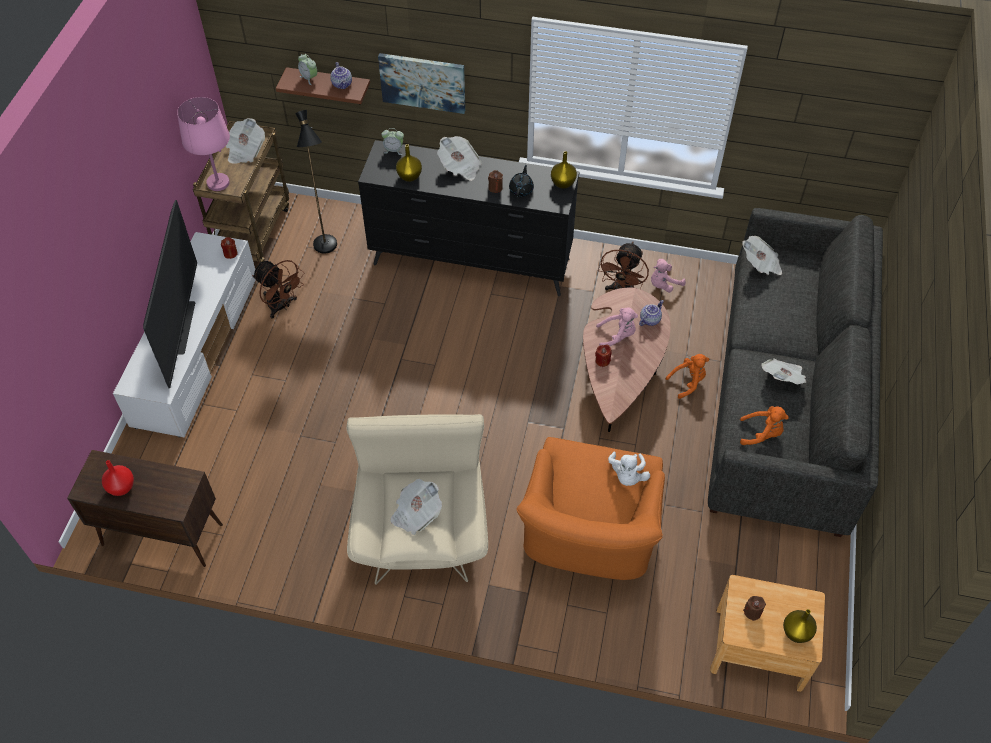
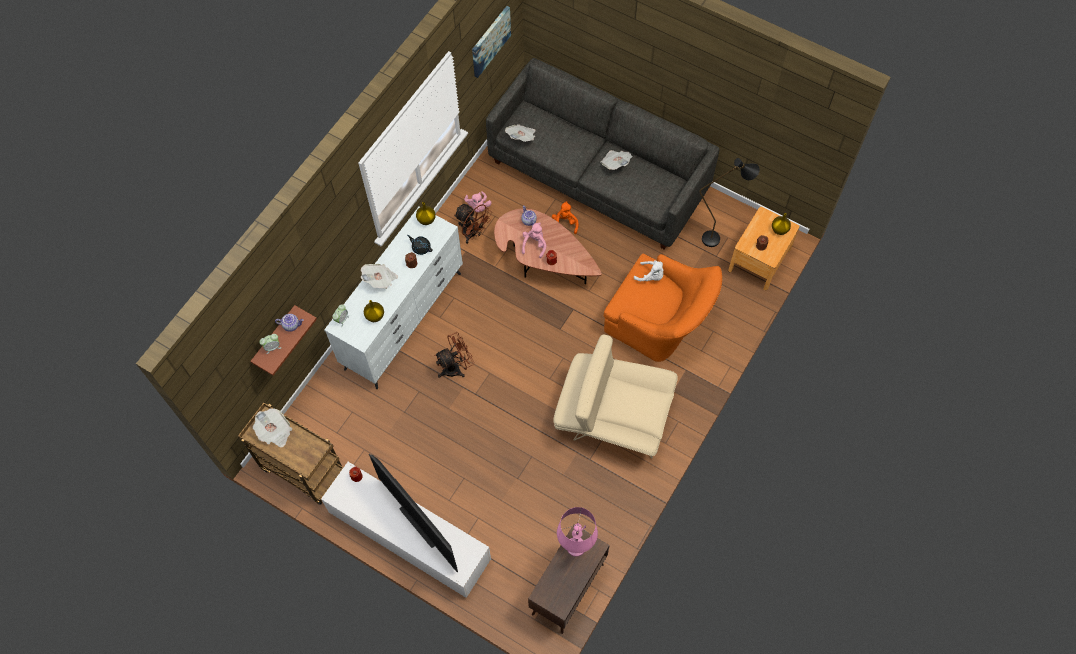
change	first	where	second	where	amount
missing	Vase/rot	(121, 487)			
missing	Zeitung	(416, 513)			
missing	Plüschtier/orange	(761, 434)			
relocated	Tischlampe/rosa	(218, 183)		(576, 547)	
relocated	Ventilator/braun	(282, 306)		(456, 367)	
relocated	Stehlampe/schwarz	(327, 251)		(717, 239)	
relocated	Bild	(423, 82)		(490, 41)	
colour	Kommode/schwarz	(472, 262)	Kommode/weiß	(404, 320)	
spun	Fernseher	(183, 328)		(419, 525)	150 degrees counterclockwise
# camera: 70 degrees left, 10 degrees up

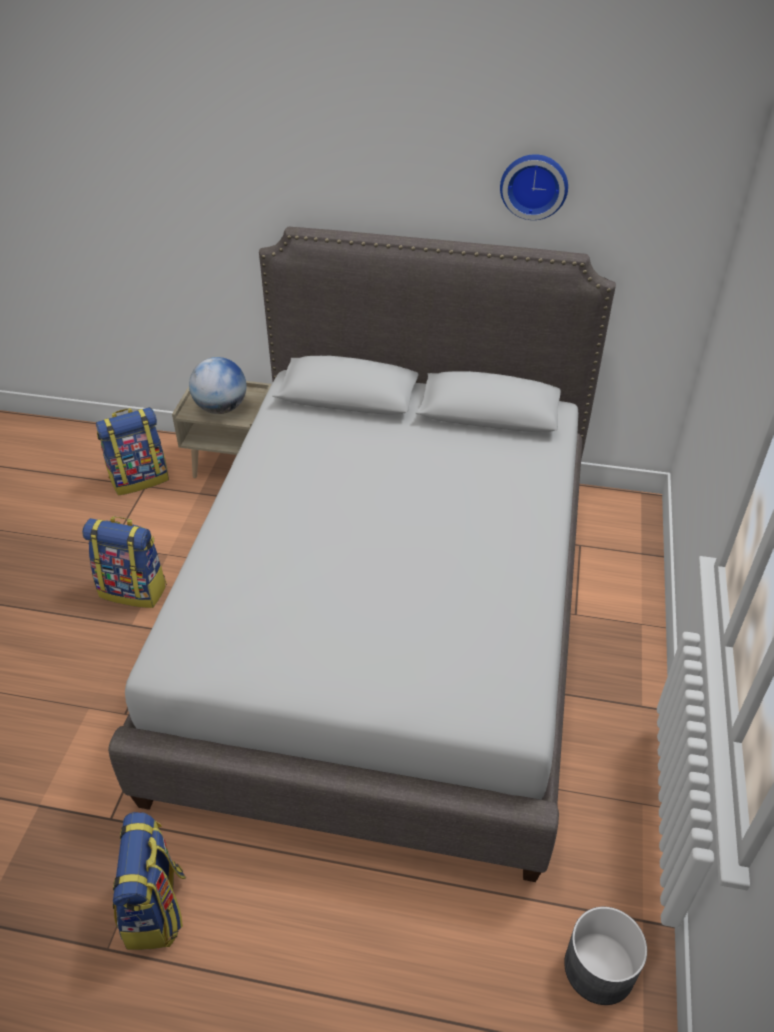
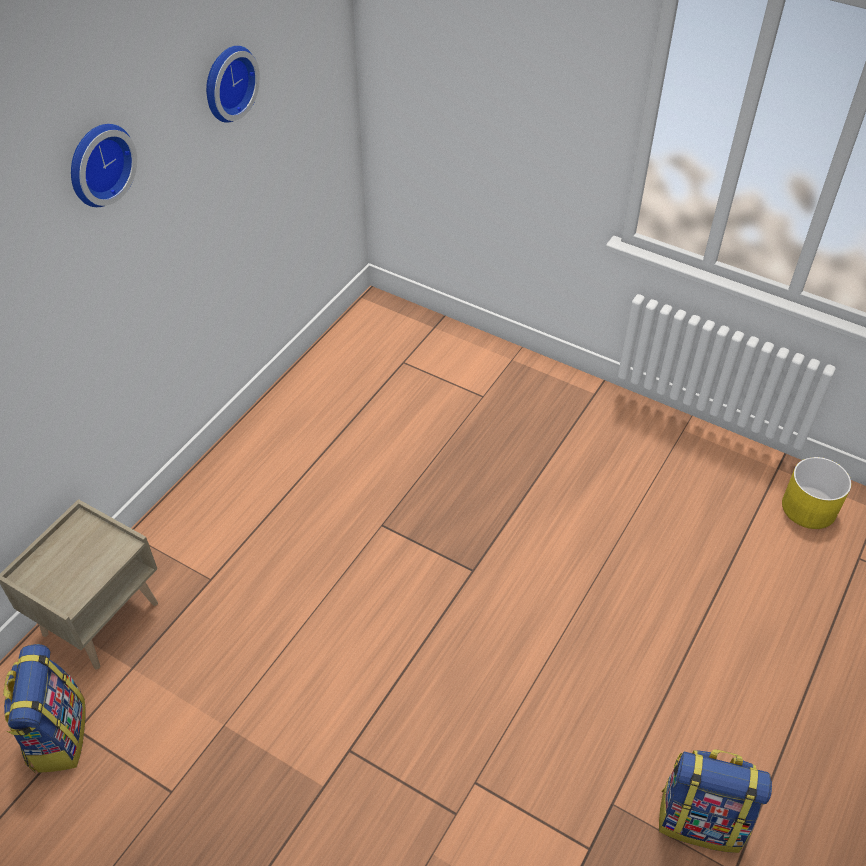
change	first	where	second	where	amount
missing	Rucksack	(134, 590)			
missing	Bett/grau	(387, 623)			
missing	Globus	(221, 408)			
appeared			Wanduhr	(97, 163)	
colour	Pflanzkübel/grau	(599, 967)	Pflanzkübel/gelb	(808, 507)	
# camera: 70 degrees left, 5 degrees up

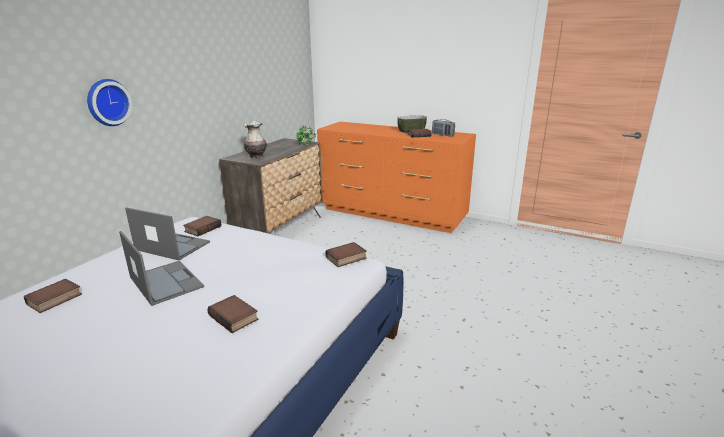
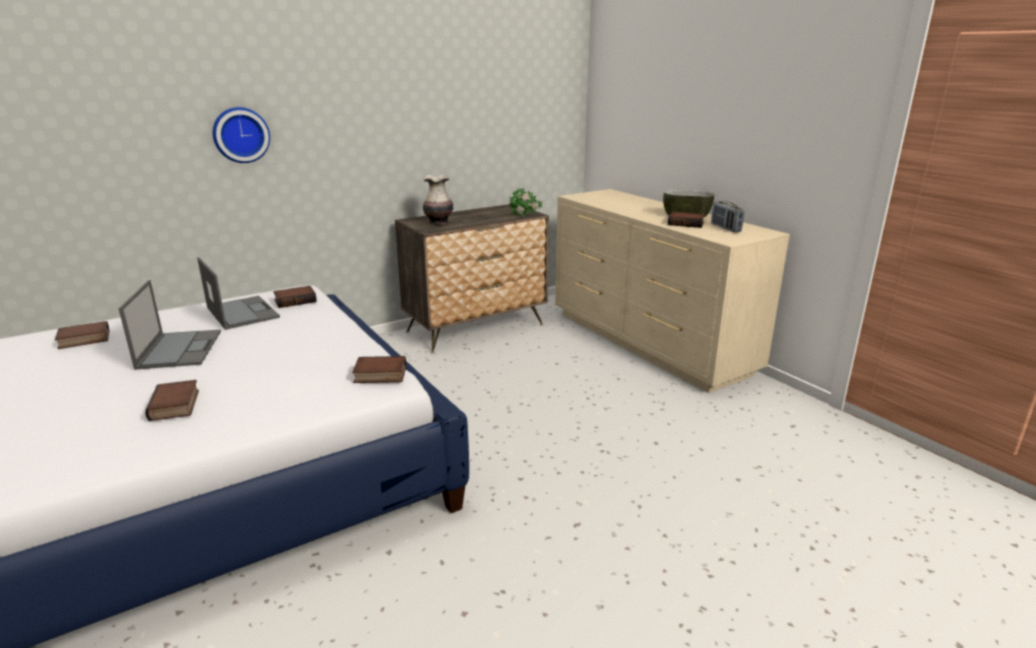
change	first	where	second	where	amount
colour	Kommode/orange	(392, 214)	Kommode/beige	(648, 343)	
# camera: 30 degrees right, 0 degrees up

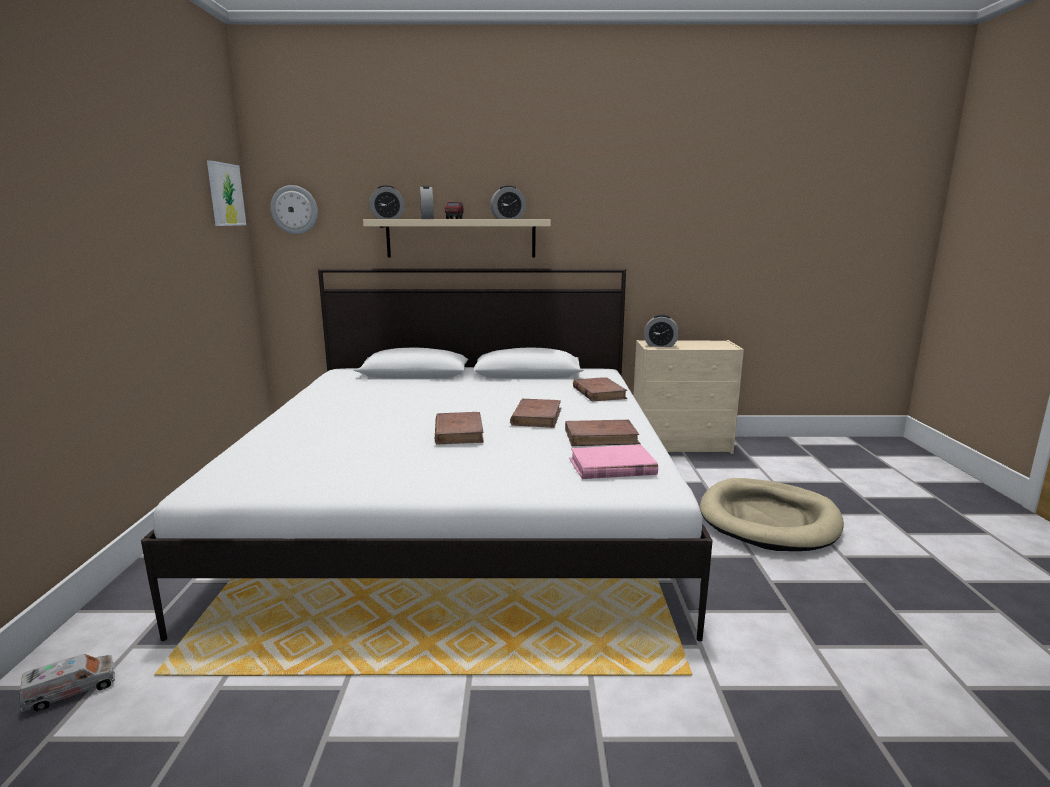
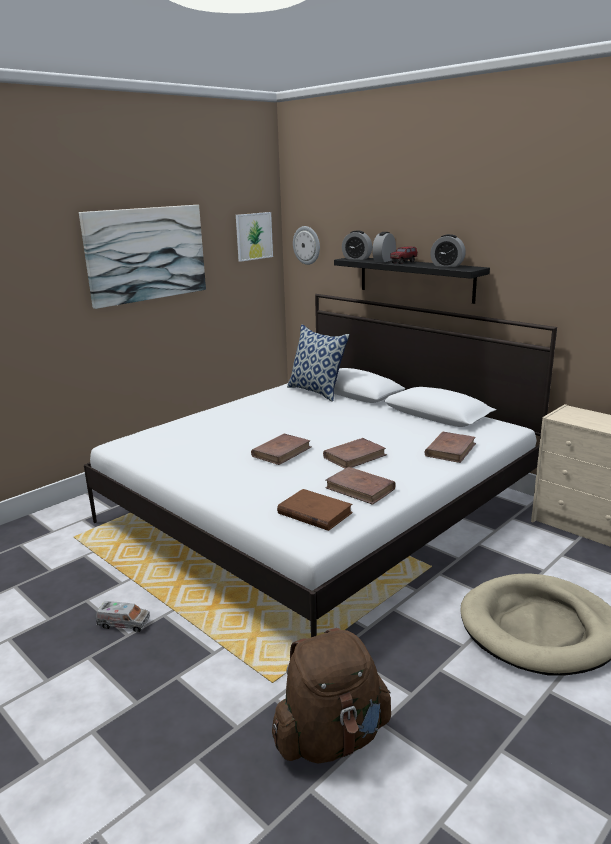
change	first	where	second	where	amount
missing	Wecker	(660, 345)			
appeared			Bild	(146, 254)	
appeared			Rucksack/braun	(332, 738)	
appeared			Kissen	(317, 392)	
relocated	Spielzeuglaster	(71, 691)		(124, 623)	
colour	Wandregal/beige	(461, 238)	Wandregal/schwarz	(415, 279)	
colour	Buch/rosa	(612, 467)	Buch/braun	(314, 513)	
# camera: 45 degrees right, 5 degrees up

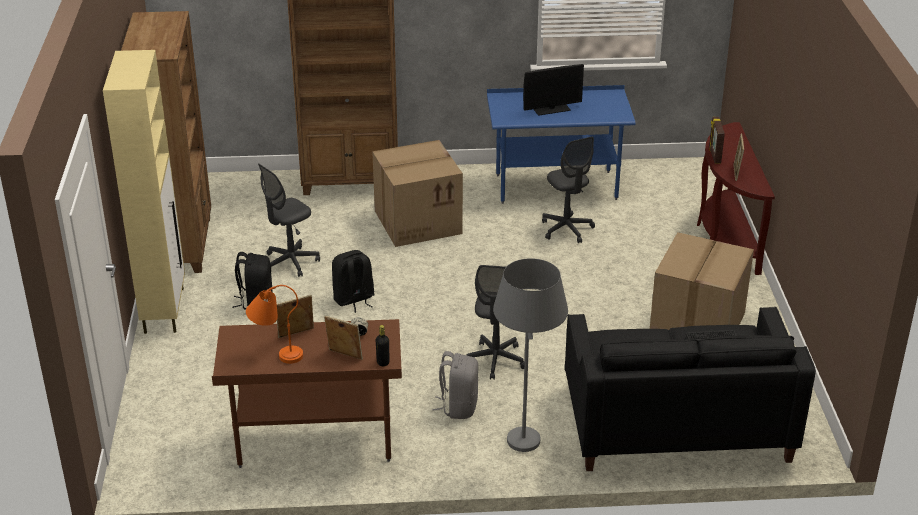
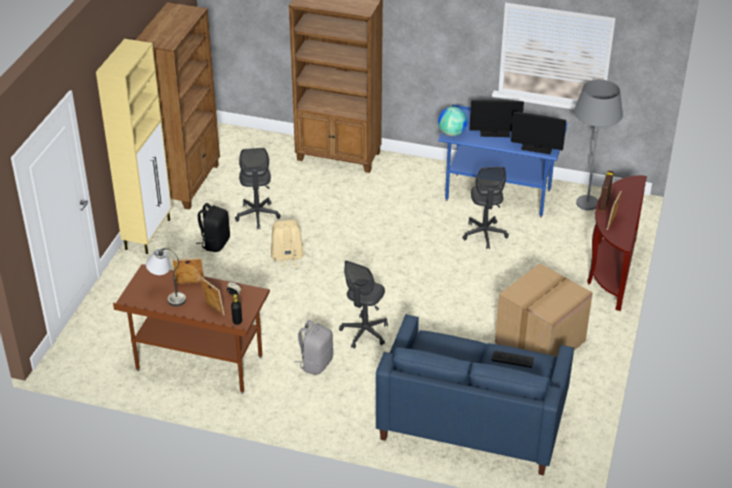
change	first	where	second	where	amount
missing	Karton	(418, 221)			
appeared			Globus	(451, 133)	
appeared			Monitor	(536, 148)	
relocated	Stehlampe/grau	(525, 453)		(585, 211)	
colour	Tischlampe/orange	(275, 352)	Tischlampe/grau	(167, 295)	
colour	Rucksack/schwarz	(354, 299)	Rucksack/beige	(287, 257)	
colour	Sofa/schwarz	(676, 423)	Sofa/blau	(472, 419)	
spun	Bürostuhl/grau	(290, 262)		(257, 215)	75 degrees counterclockwise
# camera: 20 degrees right, 5 degrees up

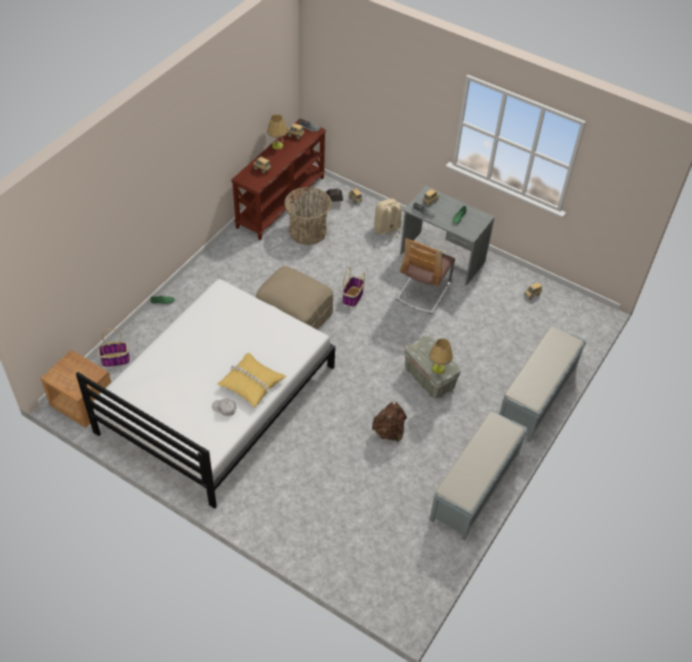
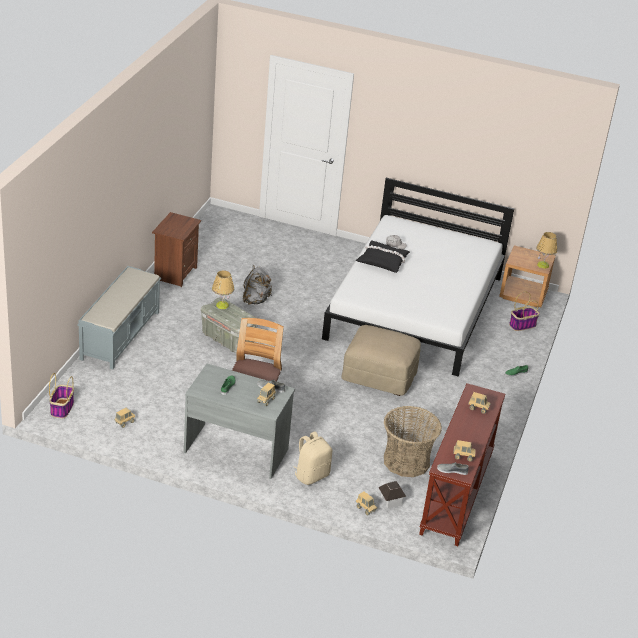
change	first	where	second	where	amount
relocated	Tischlampe	(277, 145)		(543, 265)	
relocated	Korb	(352, 297)		(62, 408)	
exchanged	Bank/grau	(474, 488)	Nachttisch/braun	(174, 273)	
colour	Kissen/gelb	(251, 383)	Kissen/schwarz	(383, 261)	
colour	Rucksack/braun	(389, 431)	Rucksack/grau	(255, 300)	
# camera: 165 degrees right, 15 degrees down

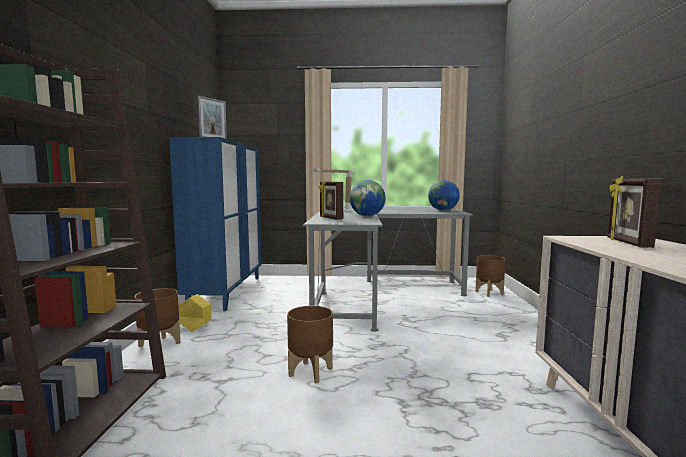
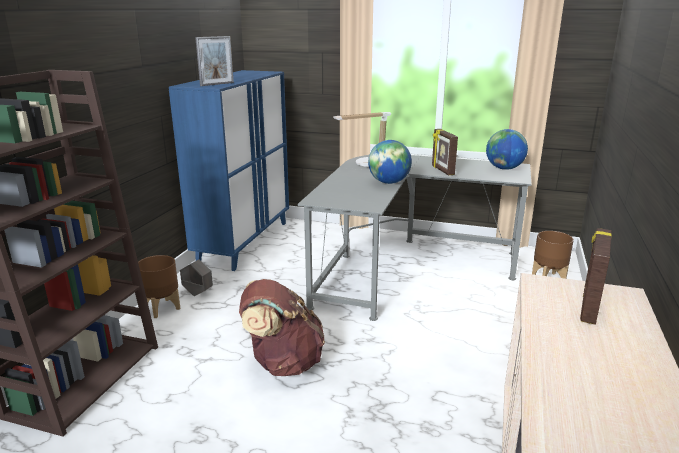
change	first	where	second	where	amount
relocated	Bilderrahmen	(330, 218)		(442, 170)	
exchanged	Pflanzkübel/braun	(310, 372)	Rucksack/braun	(283, 363)	
colour	Pflanzkübel/gelb	(195, 329)	Pflanzkübel/grau	(198, 293)	
# camera: 15 degrees right, 15 degrees up

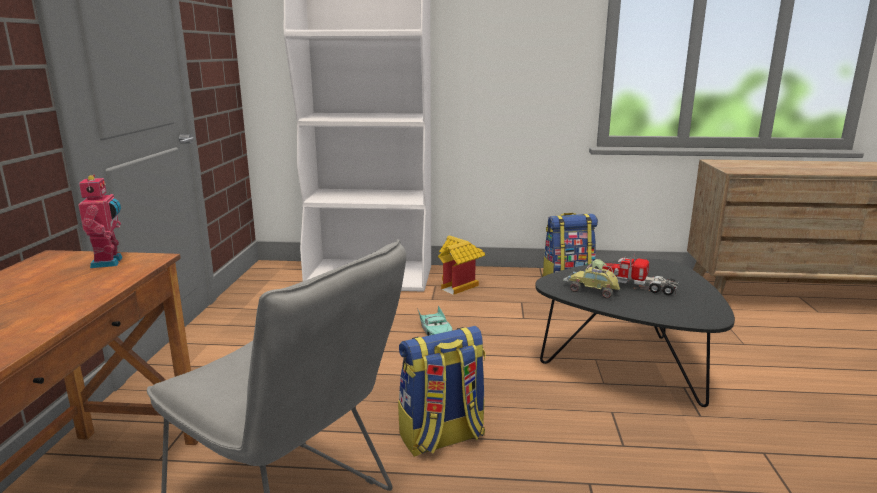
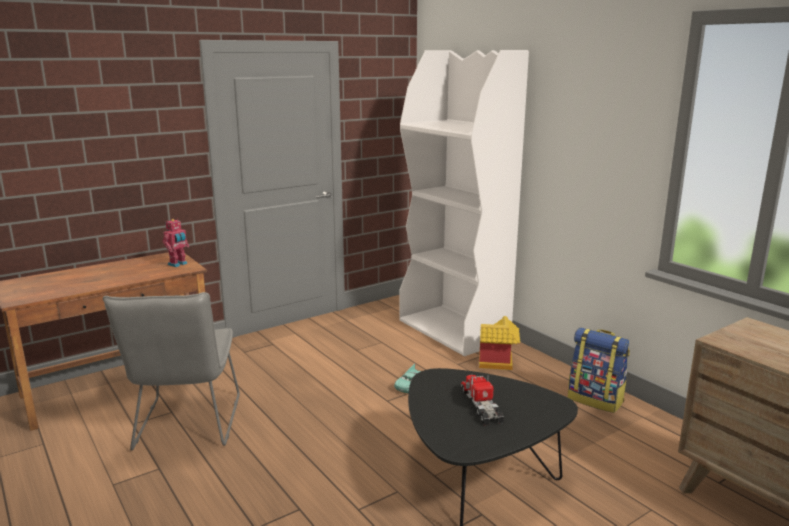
change	first	where	second	where	amount
missing	Rucksack	(442, 438)			
missing	Spielzeugauto	(592, 290)			
# camera: 50 degrees right, 0 degrees up

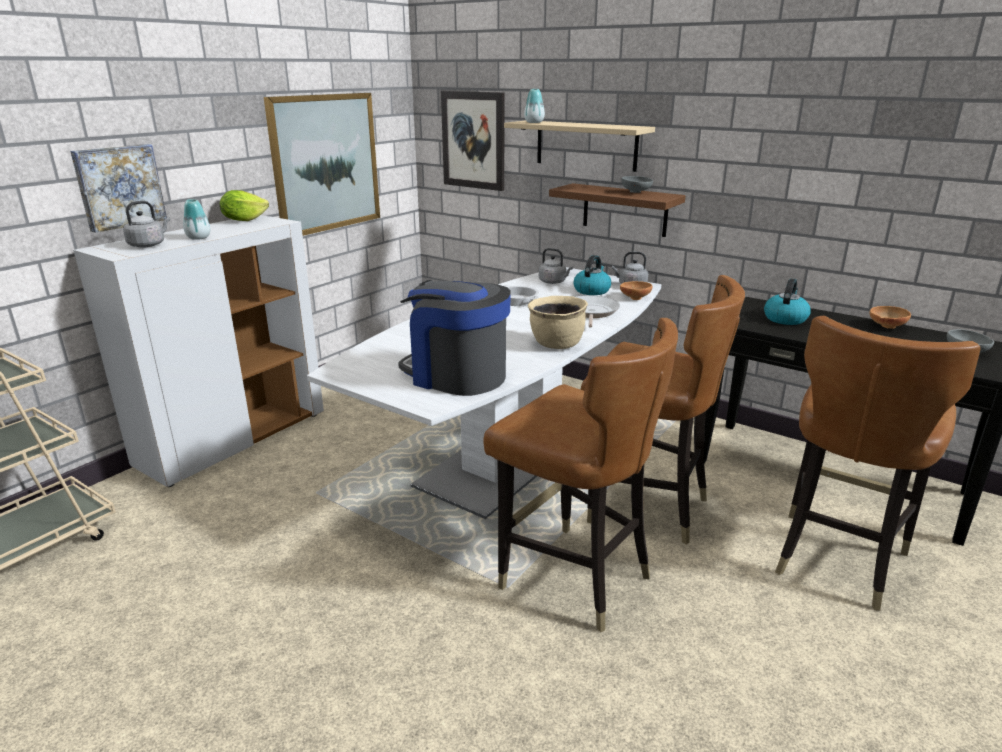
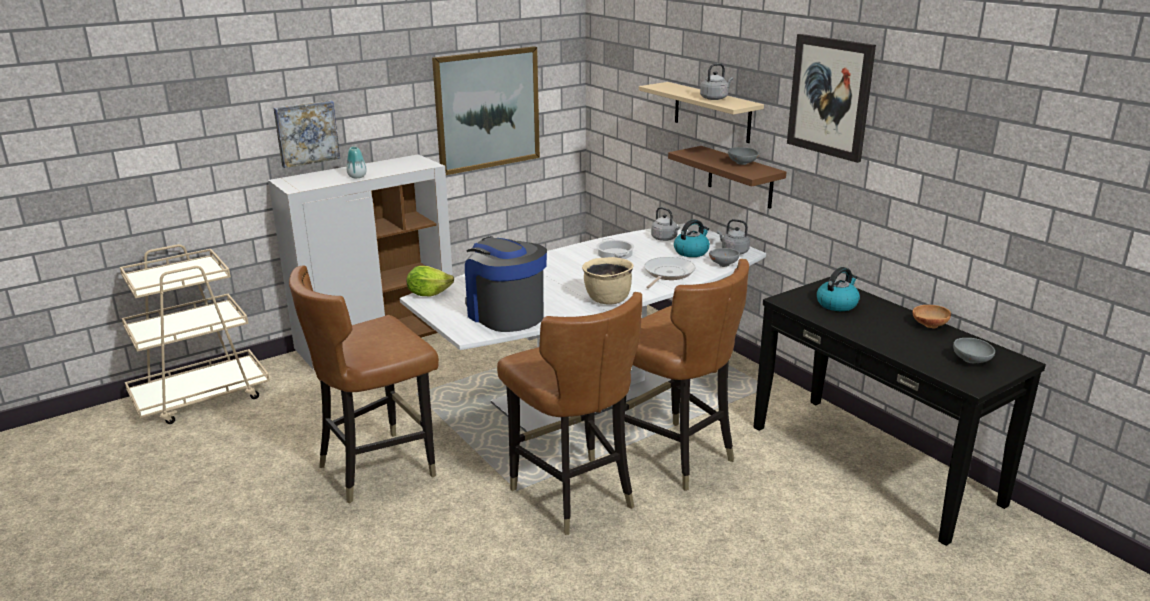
change	first	where	second	where	amount
missing	Vase	(534, 122)			
relocated	Wasserkessel/grau	(148, 245)		(715, 98)	
relocated	Salatkopf	(244, 220)		(428, 294)	
relocated	Bild	(473, 140)		(830, 97)	
relocated	Stuhl/braun	(836, 558)		(378, 467)	
colour	Schüssel/braun	(634, 298)	Schüssel/grau	(723, 264)	
# camera: 20 degrees right, 0 degrees up

